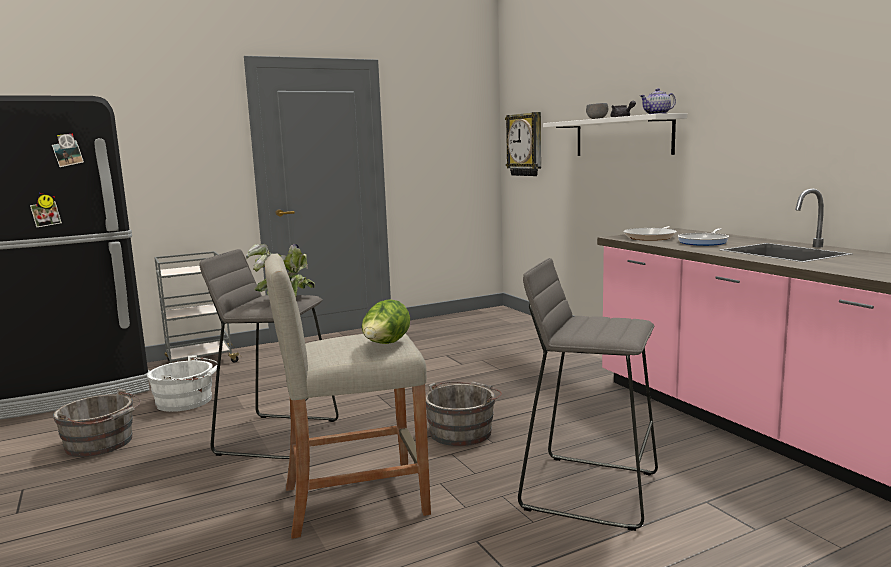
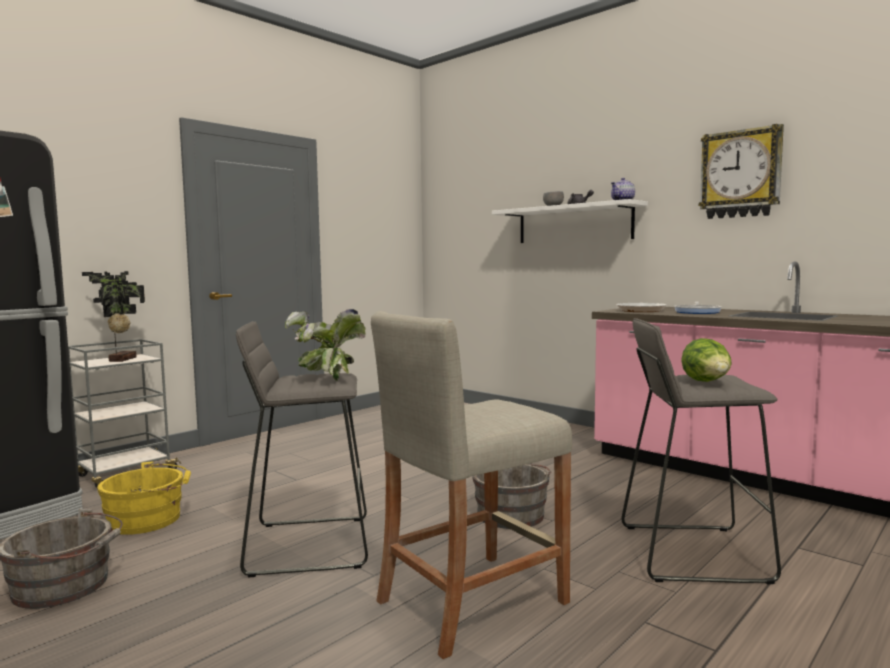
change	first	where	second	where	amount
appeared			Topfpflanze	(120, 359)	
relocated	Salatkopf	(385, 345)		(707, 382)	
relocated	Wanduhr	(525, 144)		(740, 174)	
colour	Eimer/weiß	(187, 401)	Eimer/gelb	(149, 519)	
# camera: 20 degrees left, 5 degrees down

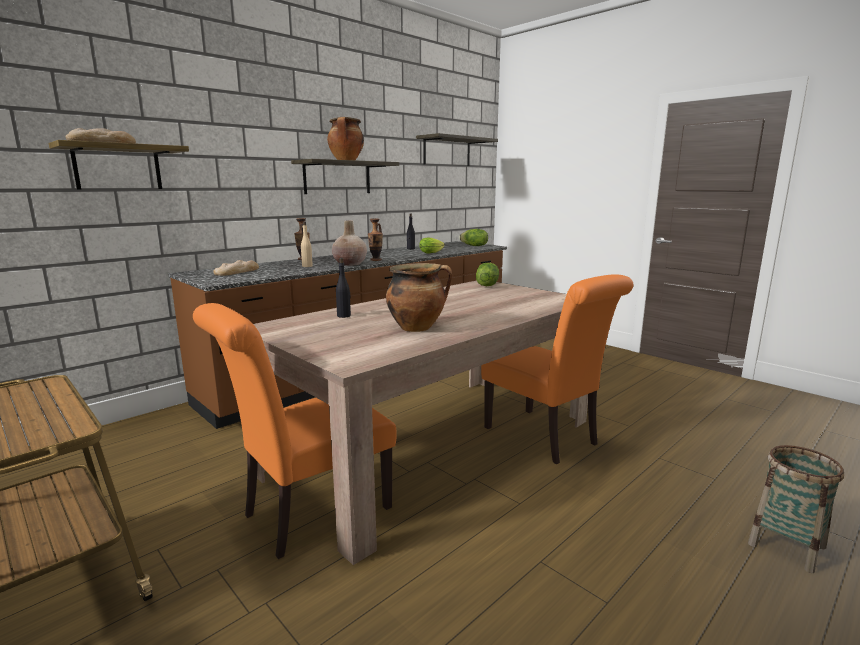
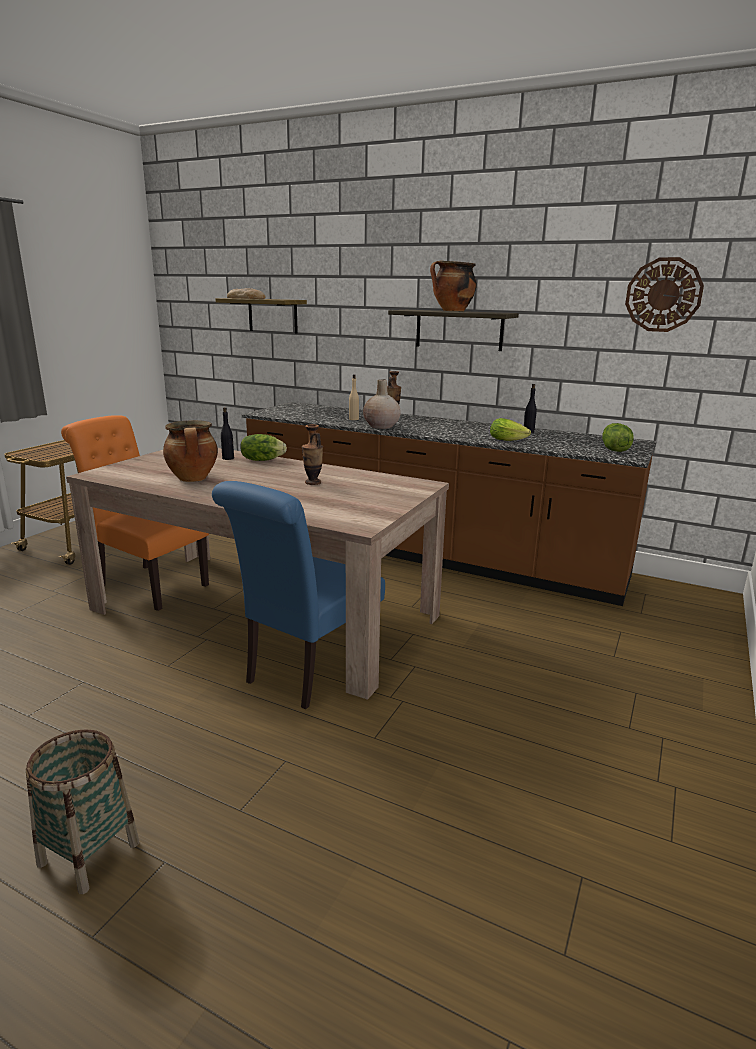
change	first	where	second	where	amount
missing	Brot	(237, 272)			
relocated	Vase	(376, 260)		(313, 482)	
relocated	Salatkopf	(487, 285)		(262, 460)	
exchanged	Wandregal	(447, 151)	Wanduhr	(663, 295)	
colour	Stuhl/orange	(545, 438)	Stuhl/blau	(306, 672)	
# camera: 70 degrees right, 5 degrees up

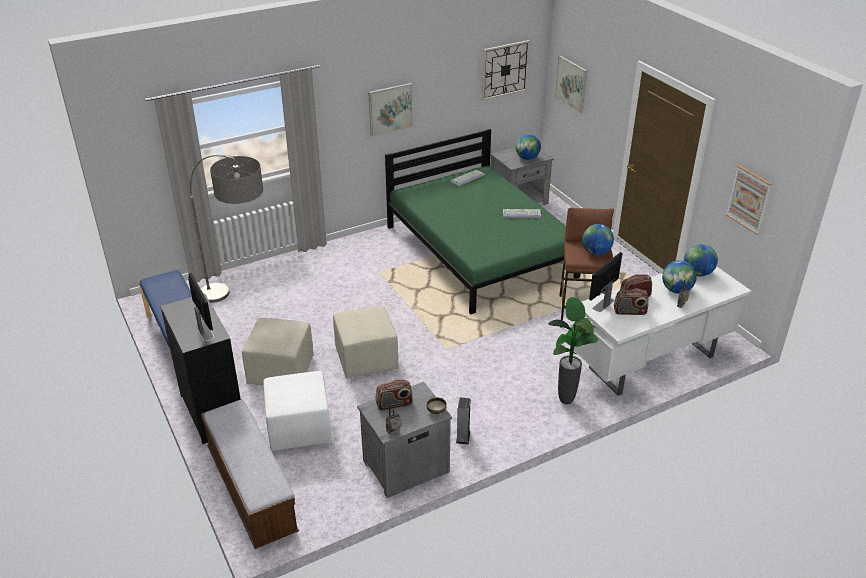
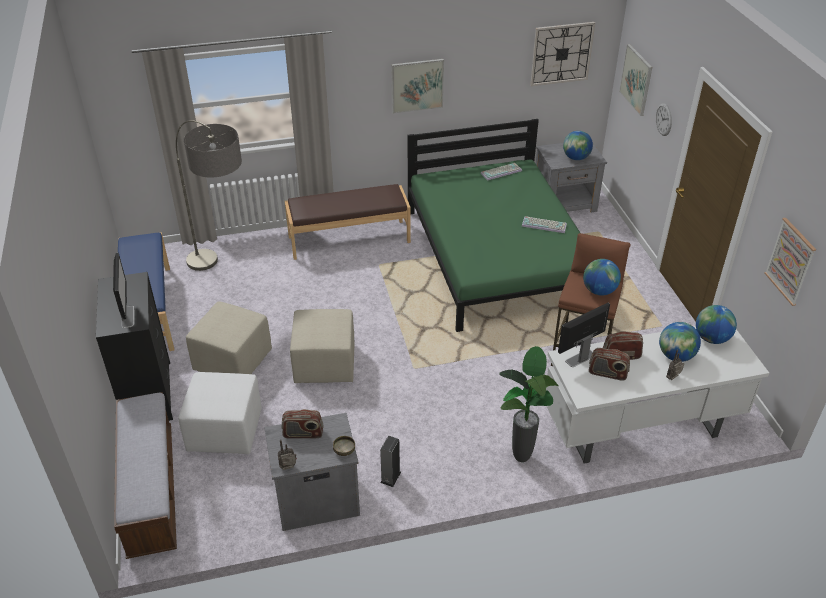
change	first	where	second	where	amount
appeared			Bank/braun	(349, 239)	
appeared			Wanduhr	(663, 119)	
# camera: 15 degrees right, 5 degrees up

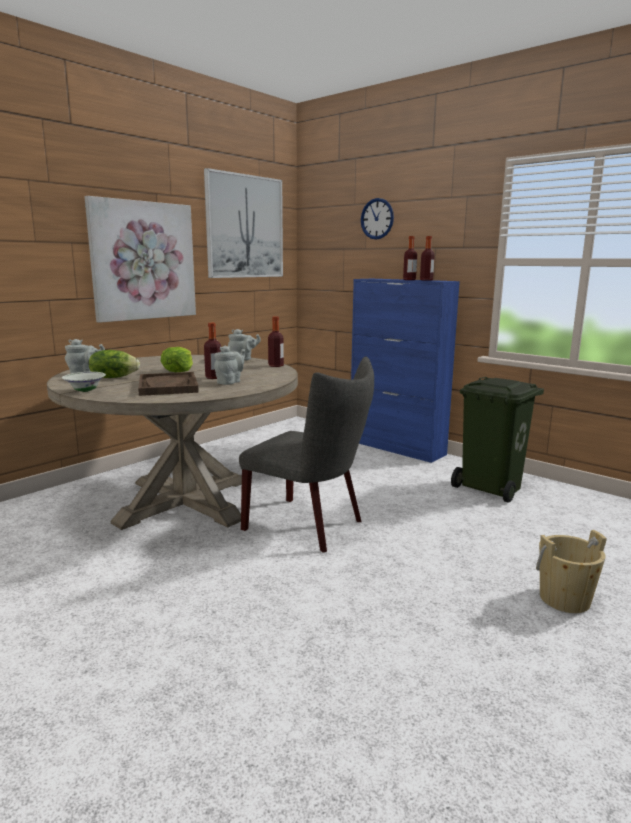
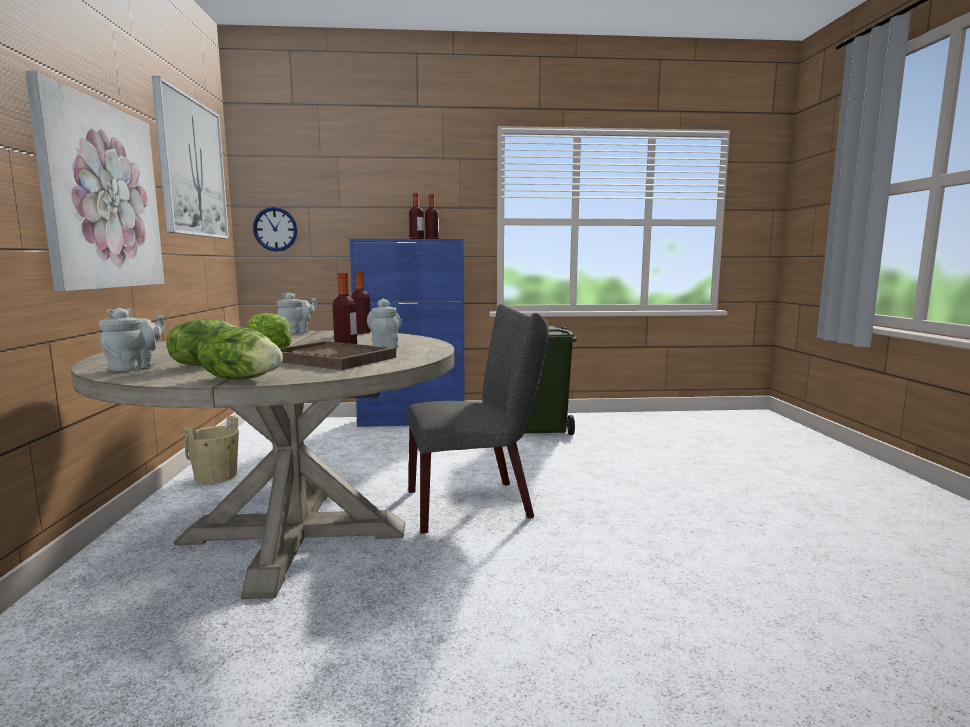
change	first	where	second	where	amount
relocated	Wanduhr	(377, 219)		(275, 229)	
relocated	Eimer/beige	(564, 599)		(216, 476)	
exchanged	Schüssel/weiß	(85, 391)	Salatkopf	(242, 379)	
# camera: 45 degrees left, 5 degrees down

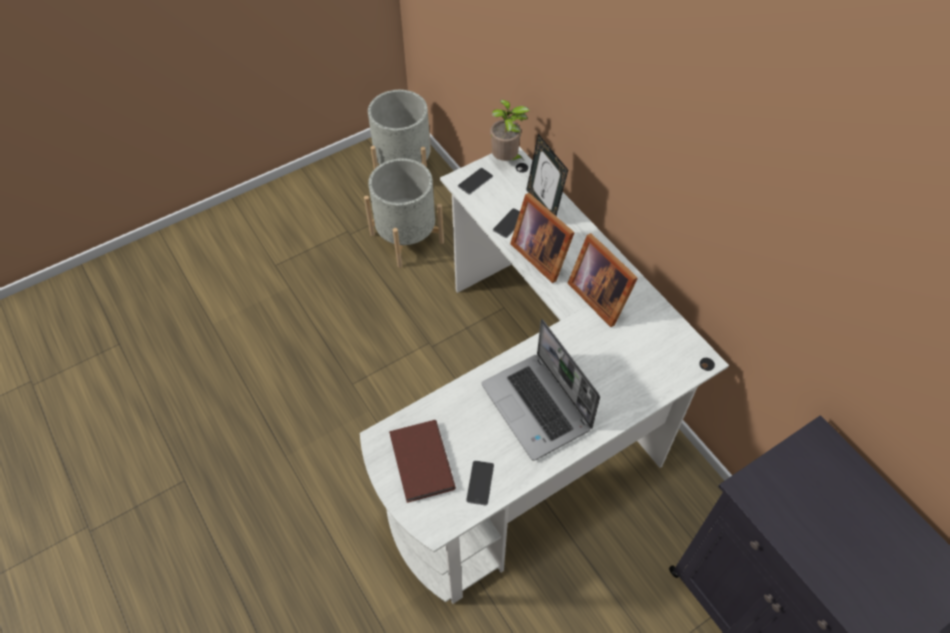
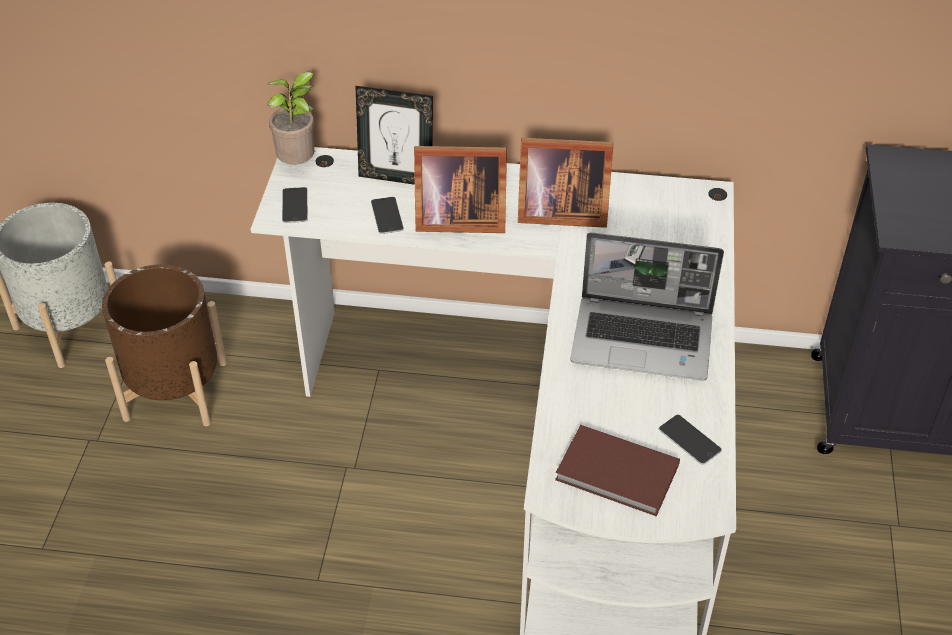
change	first	where	second	where	amount
colour	Pflanzkübel/grau	(407, 238)	Pflanzkübel/braun	(176, 390)	
# camera: 50 degrees left, 10 degrees down

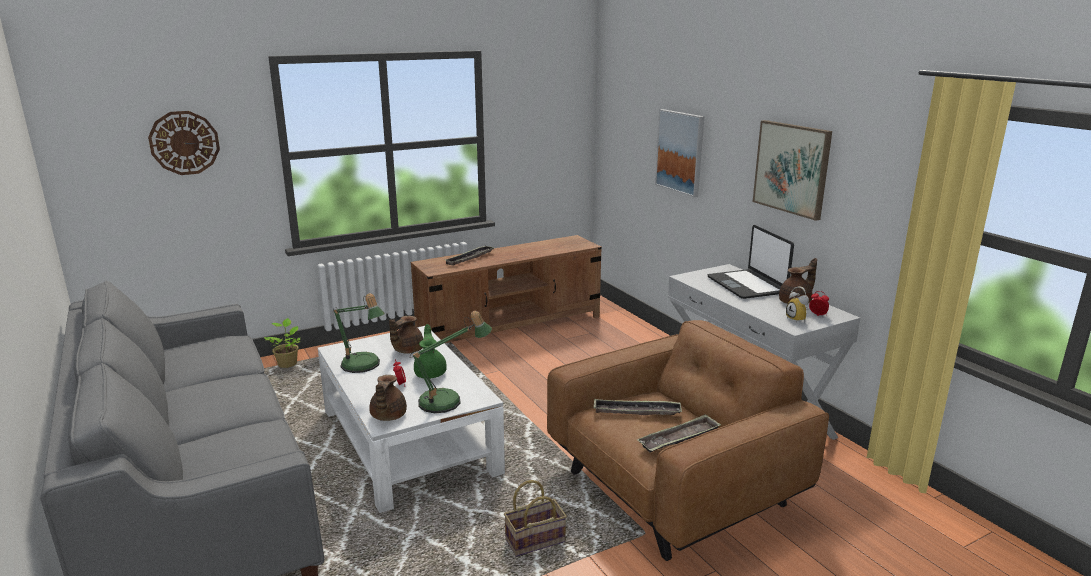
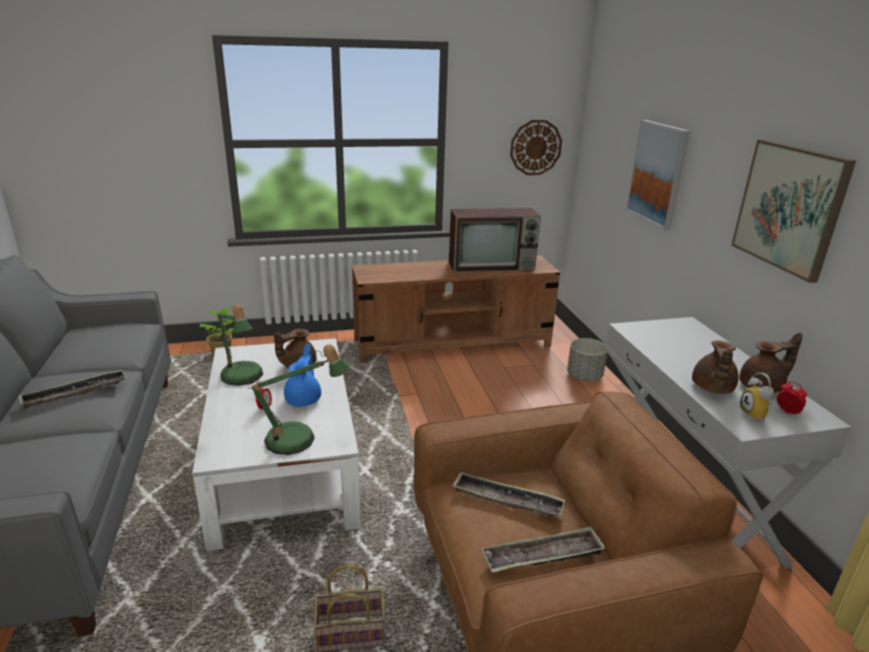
change	first	where	second	where	amount
missing	Laptop	(747, 285)			
appeared			Fernseher	(493, 265)	
appeared			Pflanzkübel/grau	(584, 376)	
relocated	Wanduhr	(184, 143)		(535, 147)	
relocated	Teekanne/braun	(387, 416)		(711, 388)	
relocated	Tablett	(470, 258)		(75, 393)	
colour	Teekanne/grün	(431, 373)	Teekanne/blau	(304, 399)	
# camera: 15 degrees right, 5 degrees up

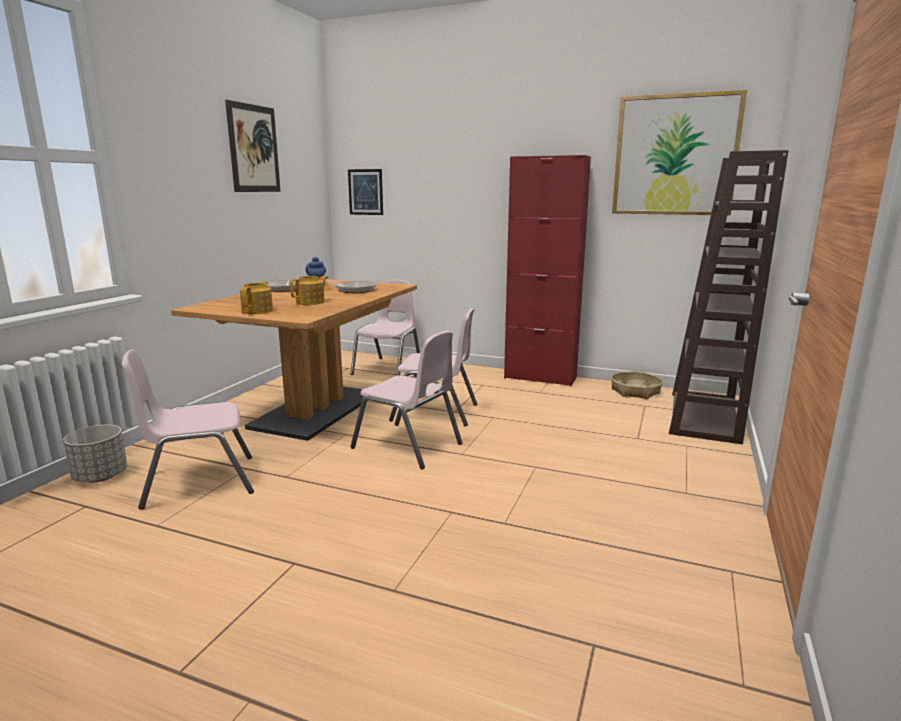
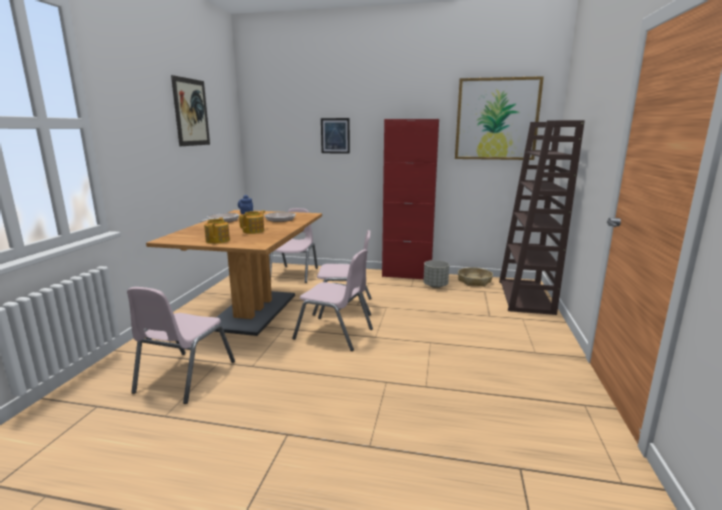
change	first	where	second	where	amount
relocated	Pflanzkübel/grau	(100, 477)		(435, 286)	
relocated	Bild	(365, 192)		(335, 135)	
spun	Stuhl/rosa	(199, 482)		(184, 377)	45 degrees counterclockwise
# camera: 10 degrees left, 0 degrees up

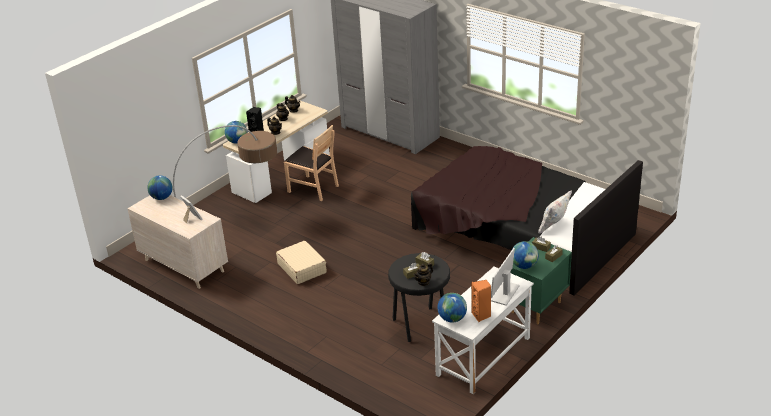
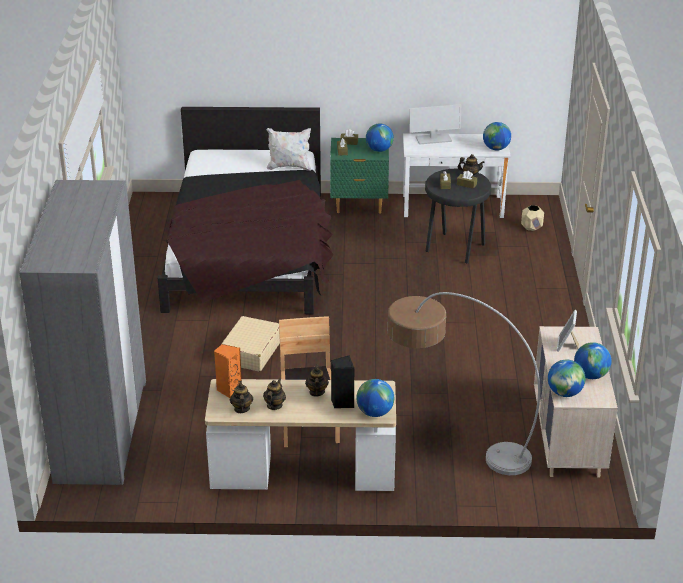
change	first	where	second	where	amount
appeared			Pflanzkübel/beige	(532, 227)	
appeared			Globus	(590, 375)	
relocated	Koffer/beige	(302, 268)		(251, 352)	
relocated	Lautsprecher/orange	(481, 315)		(228, 390)	
# camera: 130 degrees left, 0 degrees up

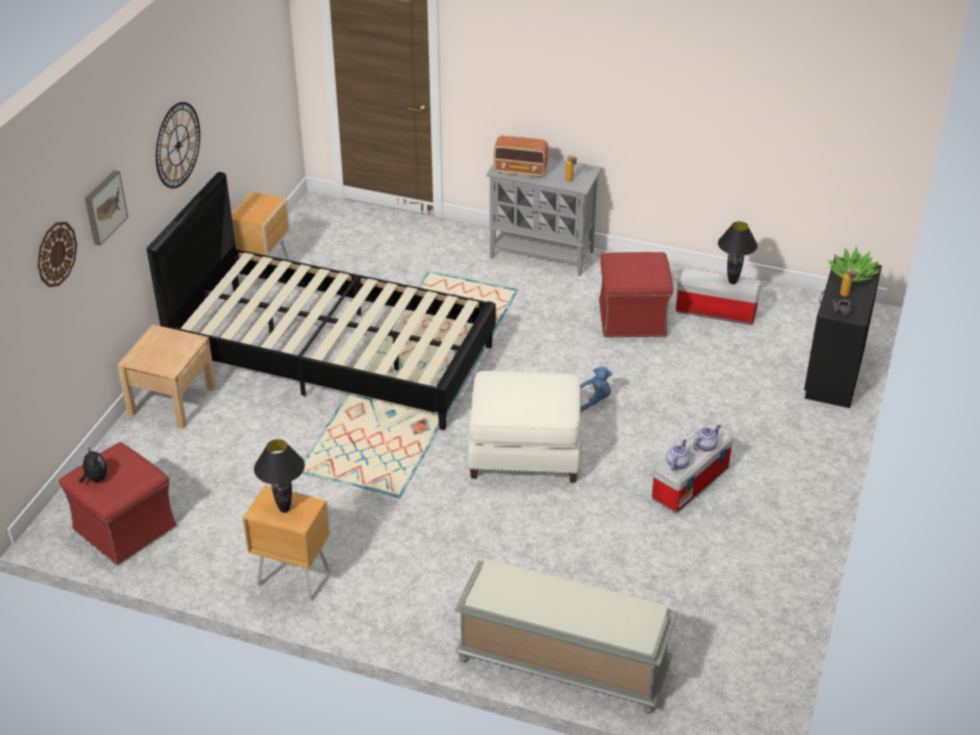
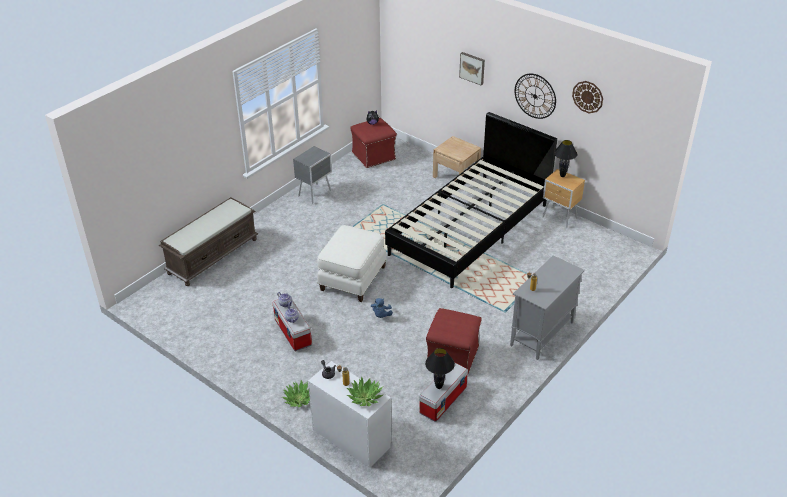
change	first	where	second	where	amount
missing	Radio	(521, 171)			
appeared			Topfpflanze	(299, 399)	
relocated	Wanduhr	(56, 254)		(587, 96)	
relocated	Tischlampe/schwarz	(285, 509)		(562, 176)	
colour	Nachttisch/braun	(292, 577)	Nachttisch/grau	(315, 193)	
colour	Bank/grau	(561, 663)	Bank/braun	(213, 255)	
colour	Kommode/schwarz	(833, 371)	Kommode/weiß	(351, 437)	
# camera: 110 degrees right, 0 degrees up

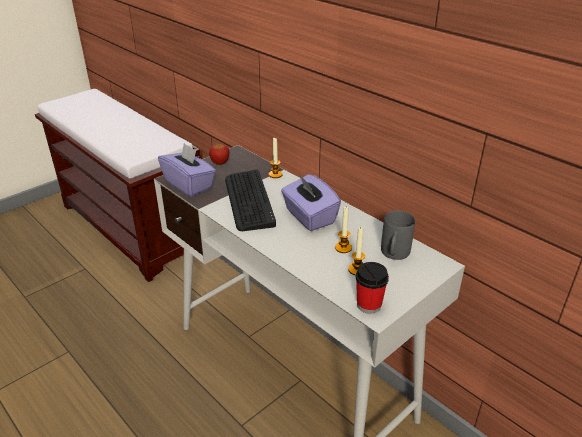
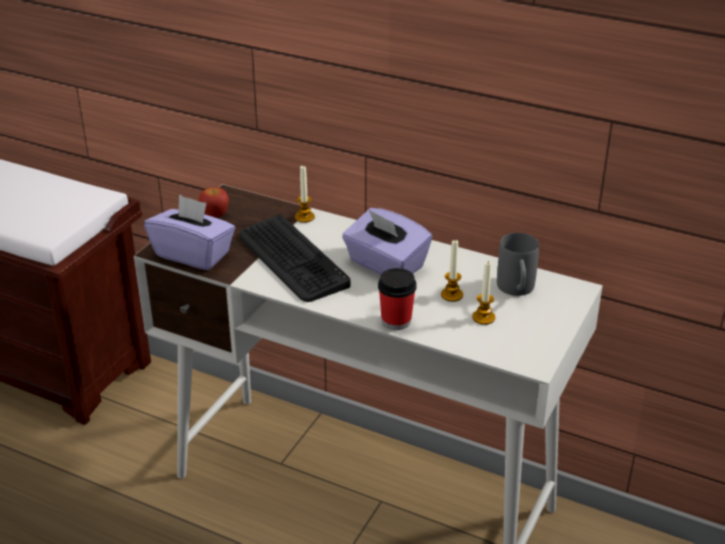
change	first	where	second	where	amount
relocated	Tasse	(369, 305)		(396, 321)	
# camera: 20 degrees left, 0 degrees up

